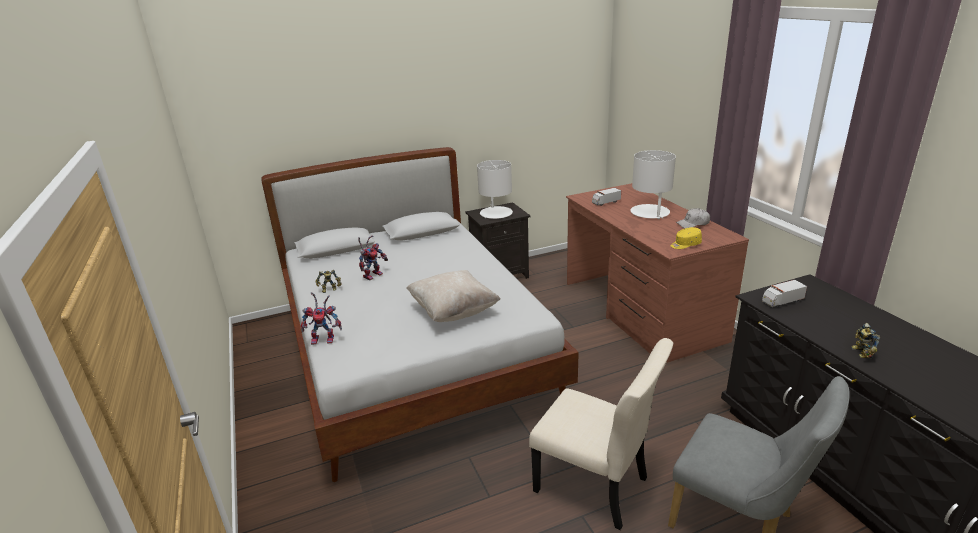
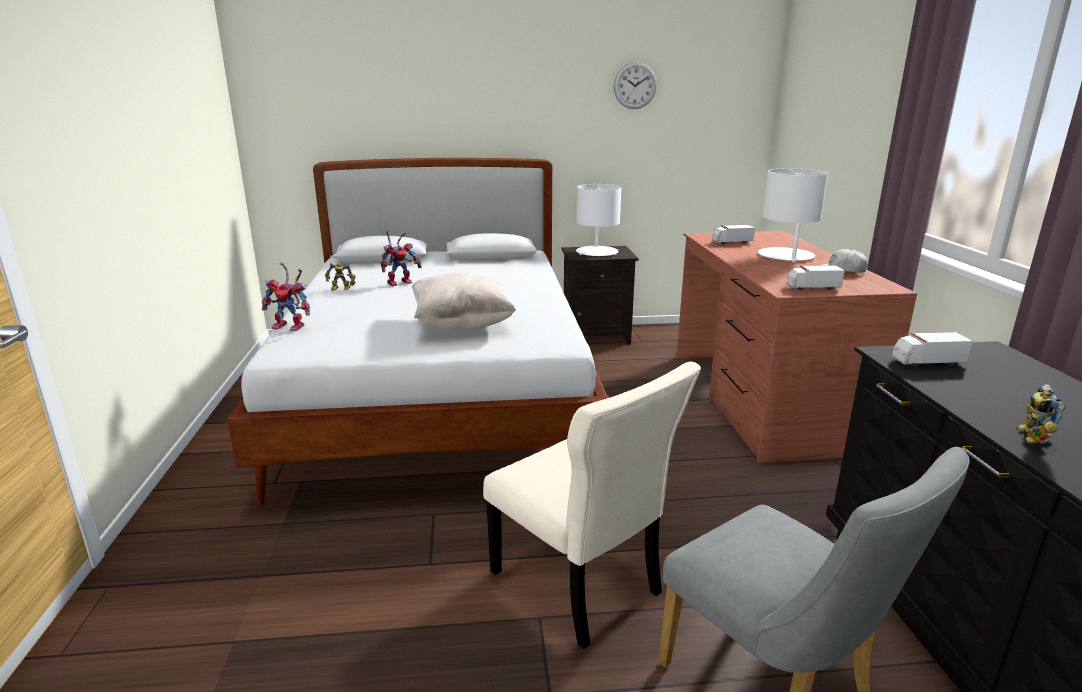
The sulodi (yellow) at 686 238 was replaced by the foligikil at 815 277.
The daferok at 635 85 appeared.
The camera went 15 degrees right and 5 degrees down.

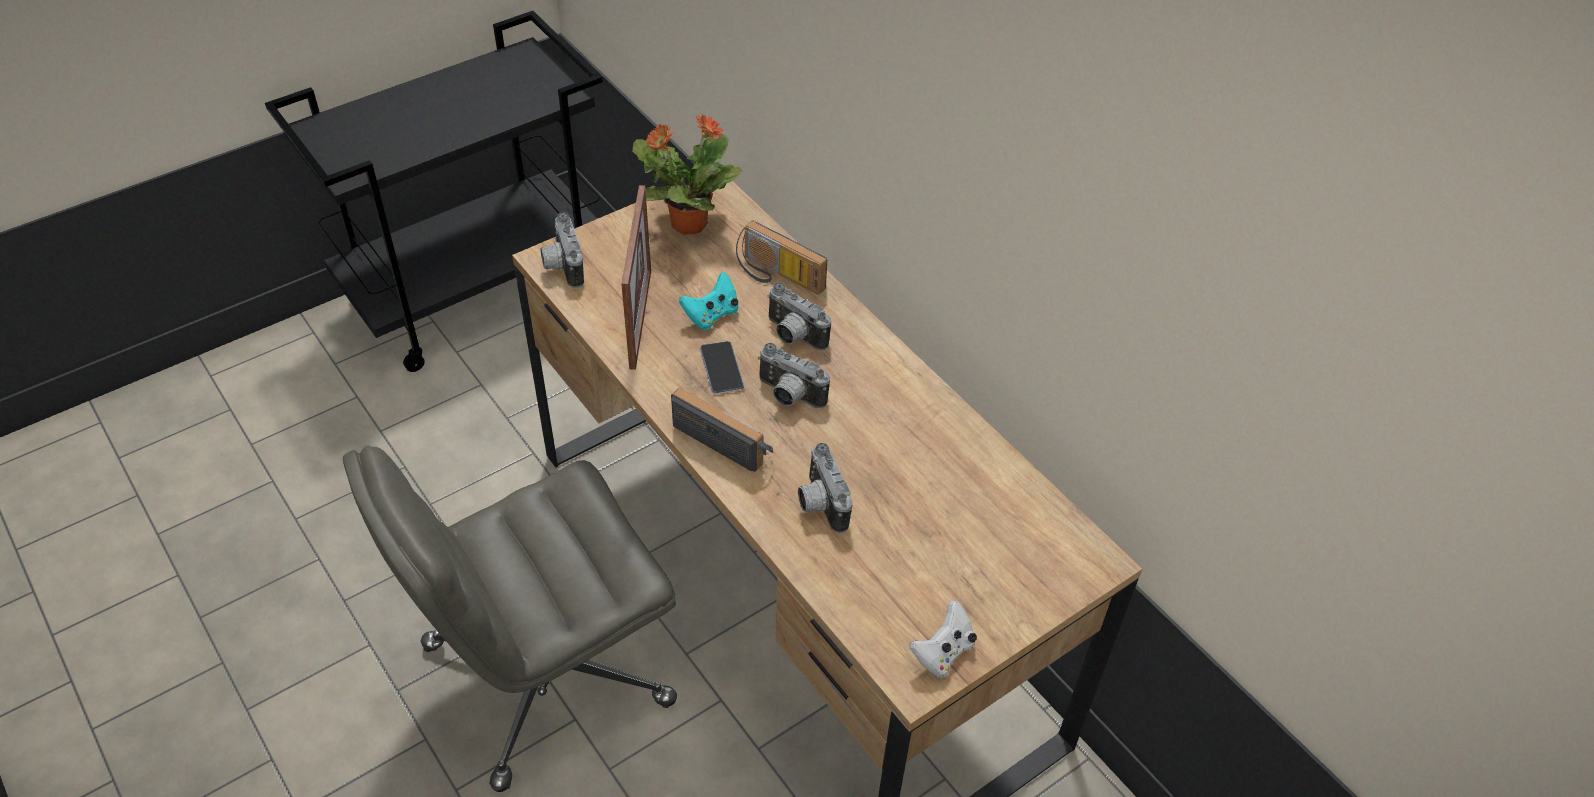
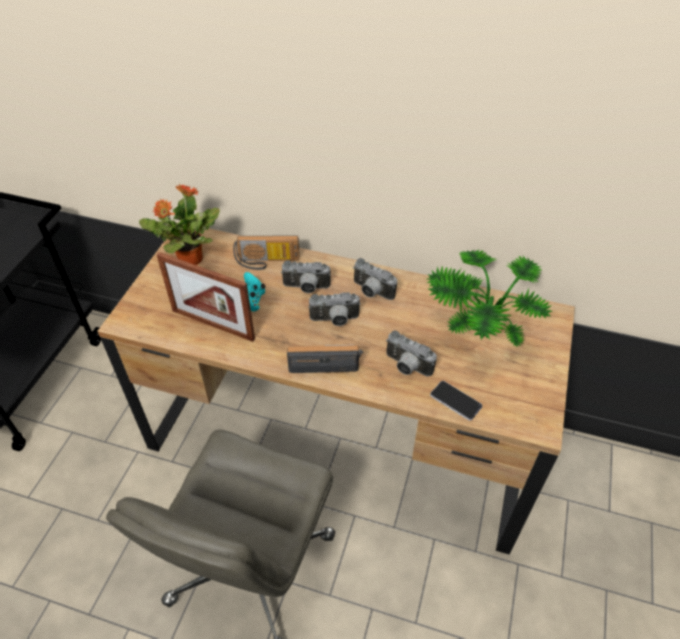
The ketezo moved from 562 250 to 375 279.
The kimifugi at 636 277 turned 150 degrees clockwise.
The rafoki moved from 722 367 to 456 401.
The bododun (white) at 943 639 disappeared.
The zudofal at 489 298 appeared.
The camera went 35 degrees left and 0 degrees up.

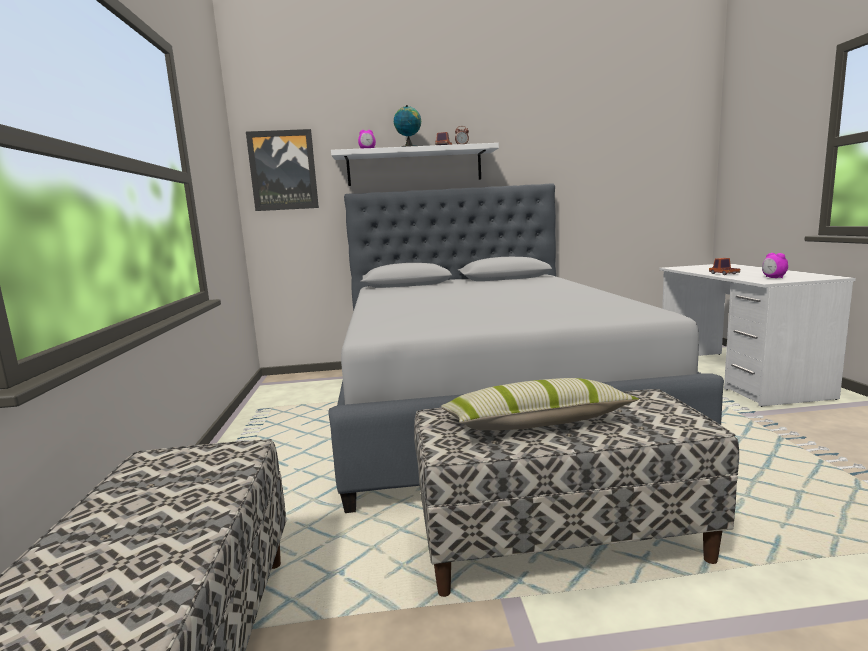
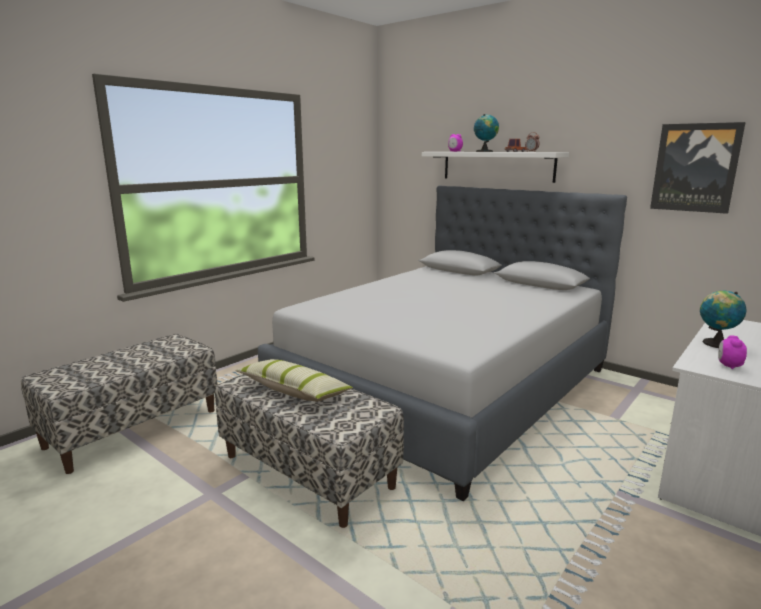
The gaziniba moved from 282 170 to 698 168.
The foligikil at 724 266 was replaced by the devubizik at 723 319.
The camera went 45 degrees right and 5 degrees up.

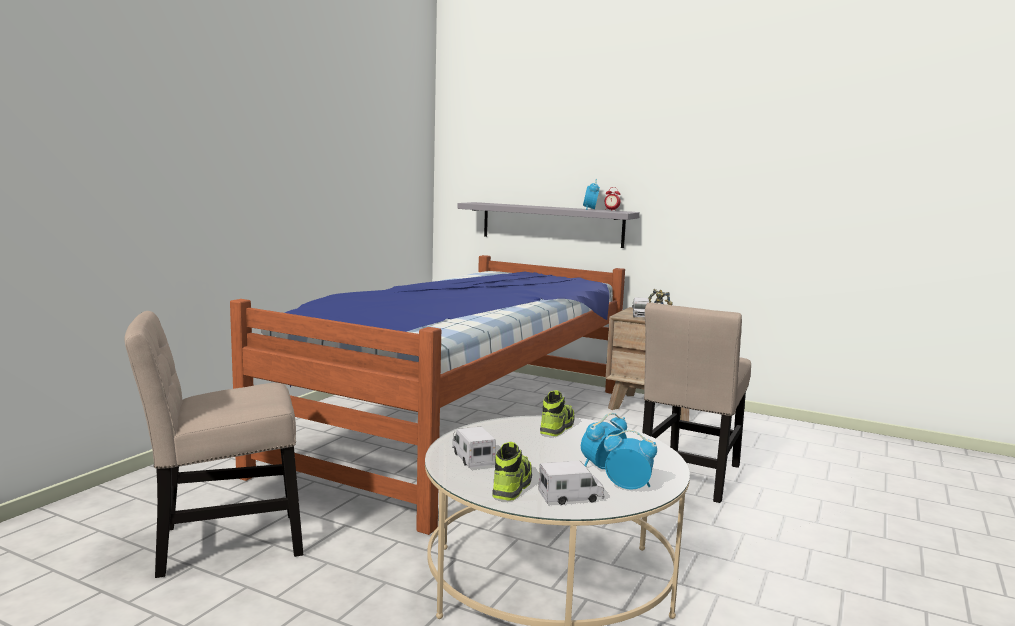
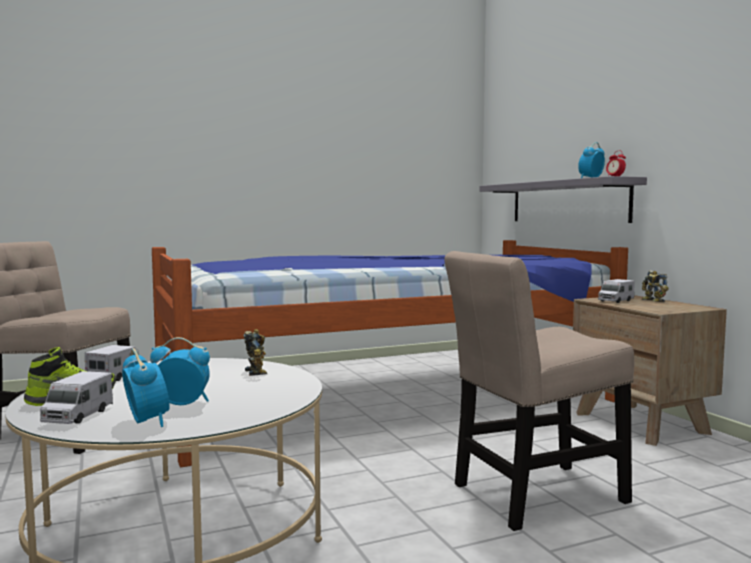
The foligikil at 571 483 turned 75 degrees clockwise.
The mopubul at 557 413 was replaced by the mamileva at 255 352.
The camera went 40 degrees right and 5 degrees down.

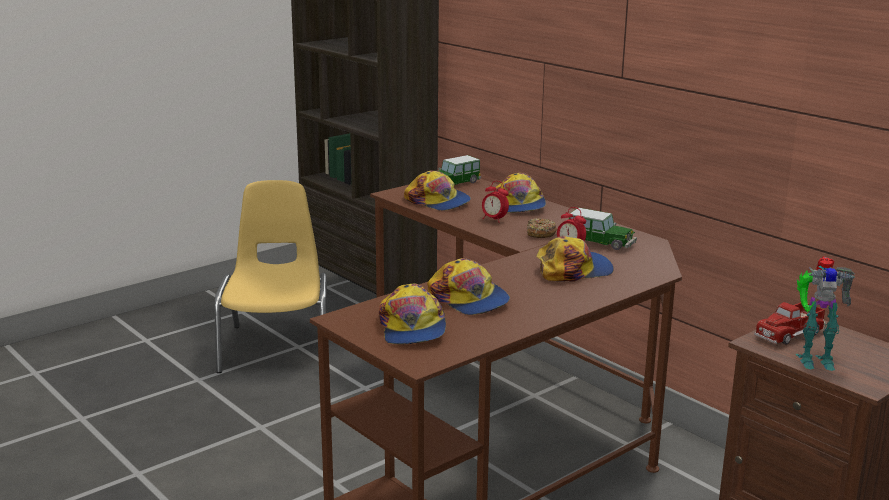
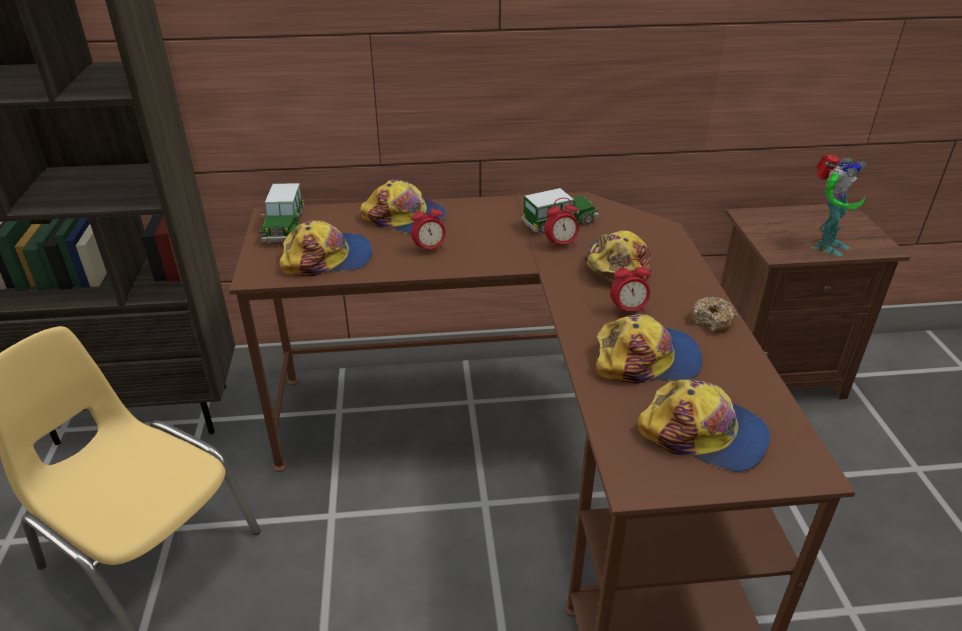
The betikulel moved from 542 228 to 714 314.
The foligikil at 790 323 disappeared.
The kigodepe at 630 287 appeared.
The camera went 55 degrees left and 15 degrees up.

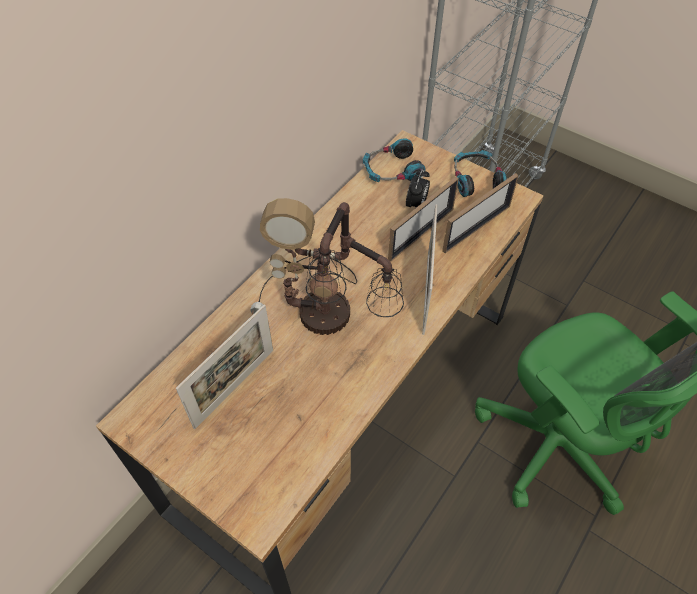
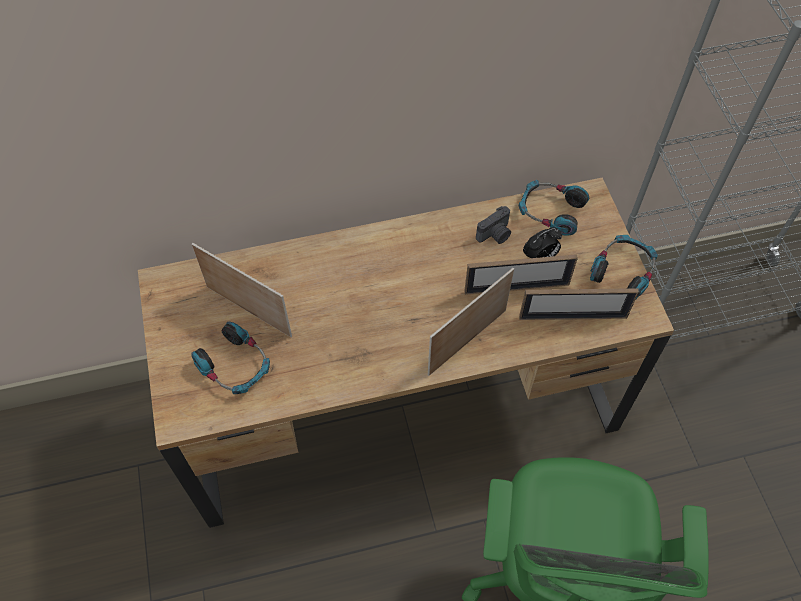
The kimifugi at 224 367 turned 135 degrees counterclockwise.
The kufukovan at 327 266 disappeared.
The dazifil at 230 358 appeared.
The ketezo at 493 225 appeared.
The camera went 40 degrees right and 5 degrees up.

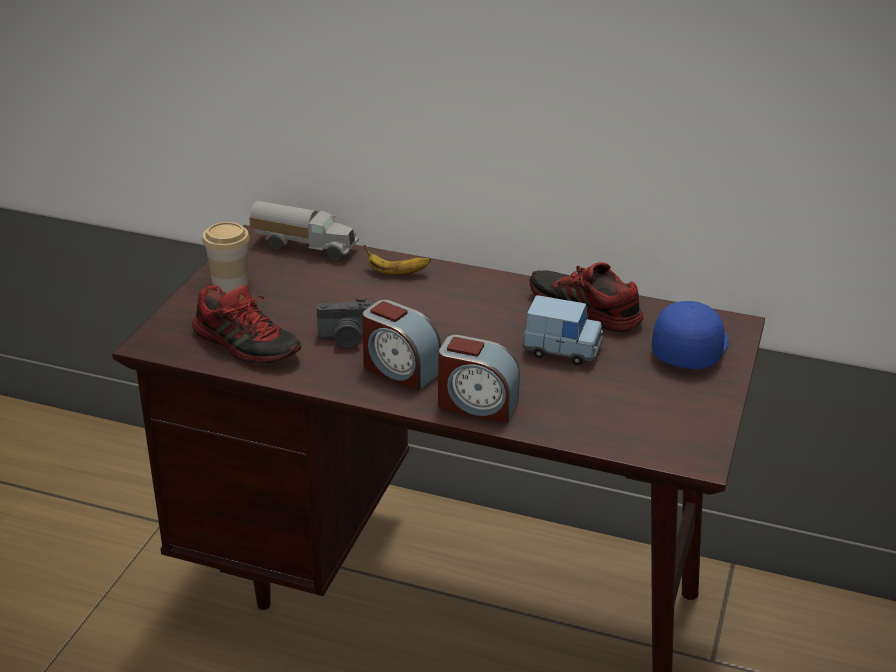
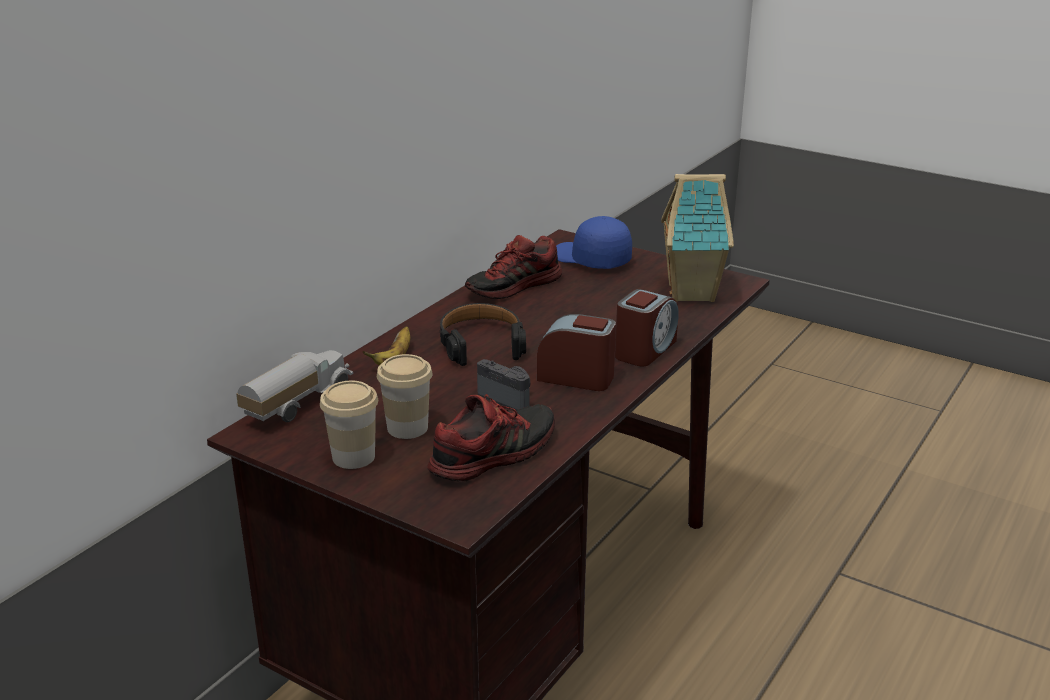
The ketezo at 345 323 turned 60 degrees counterclockwise.
The kigodepe at 401 345 turned 120 degrees counterclockwise.
The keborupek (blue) at 563 330 disappeared.
The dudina at 405 396 appeared.
The dazifil (black) at 483 334 appeared.
The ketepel at 697 238 appeared.
The camera went 75 degrees left and 5 degrees down.

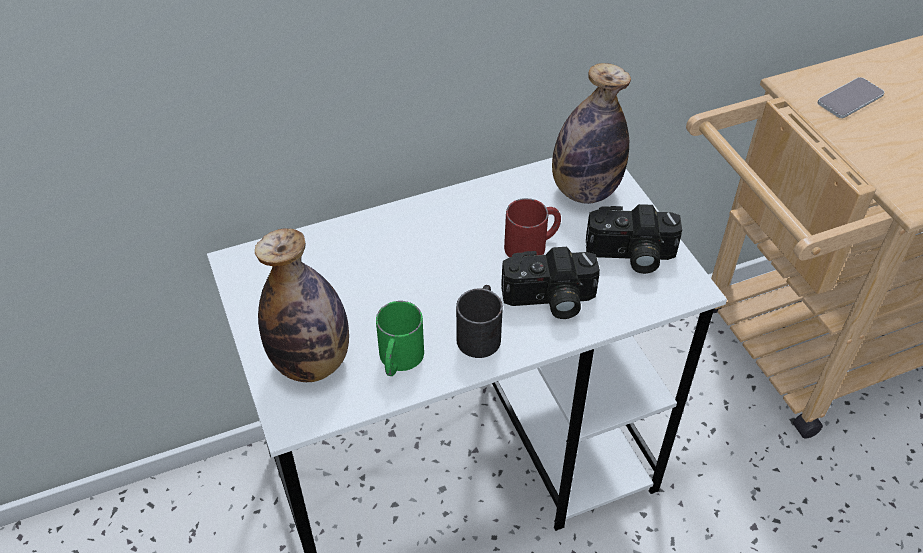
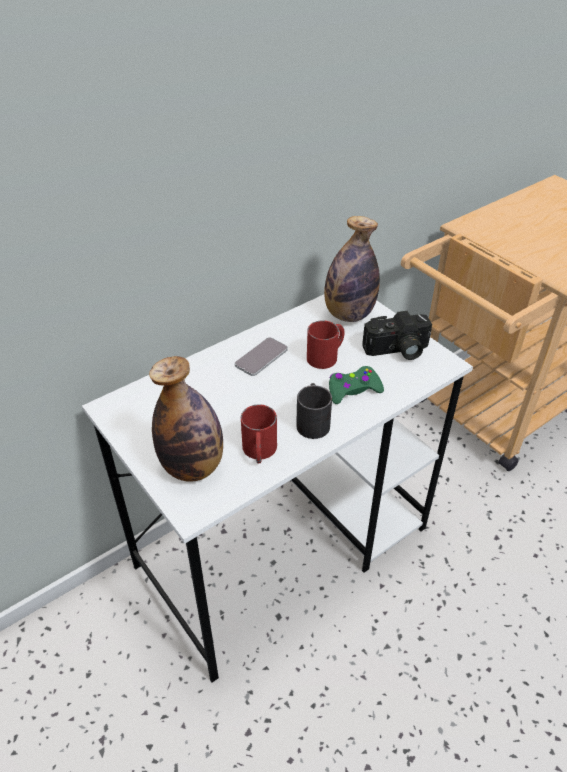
The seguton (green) at 400 338 became the seguton (red) at 259 433.
The ketezo at 550 283 was replaced by the bododun (green) at 356 385.
The rafoki moved from 851 97 to 261 356.
The camera went 15 degrees left and 5 degrees down.

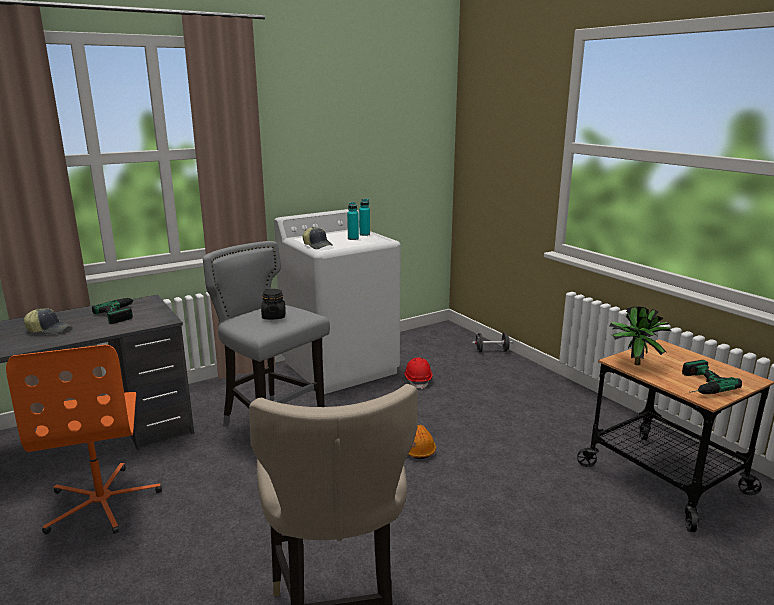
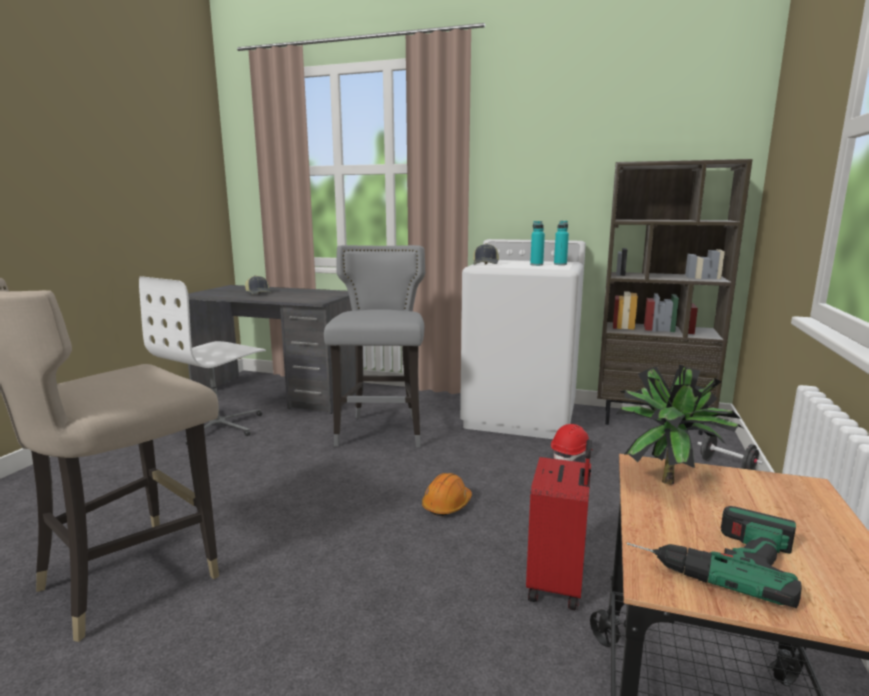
The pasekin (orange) at 84 439 became the pasekin (white) at 202 360.
The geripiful at 116 311 disappeared.
The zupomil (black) at 273 304 disappeared.
The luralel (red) at 559 524 appeared.
The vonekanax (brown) at 675 297 appeared.
The camera went 50 degrees right and 5 degrees down.

